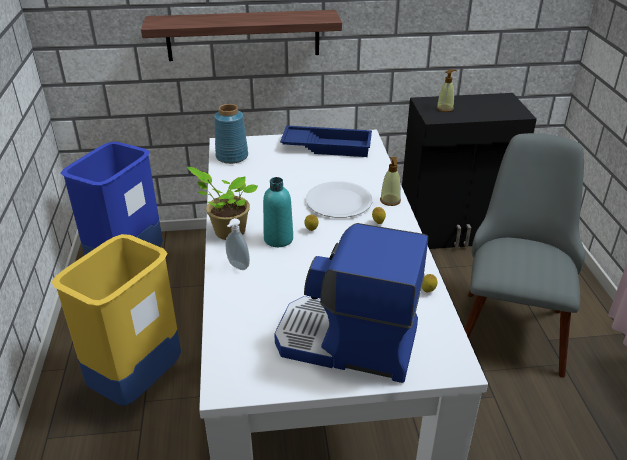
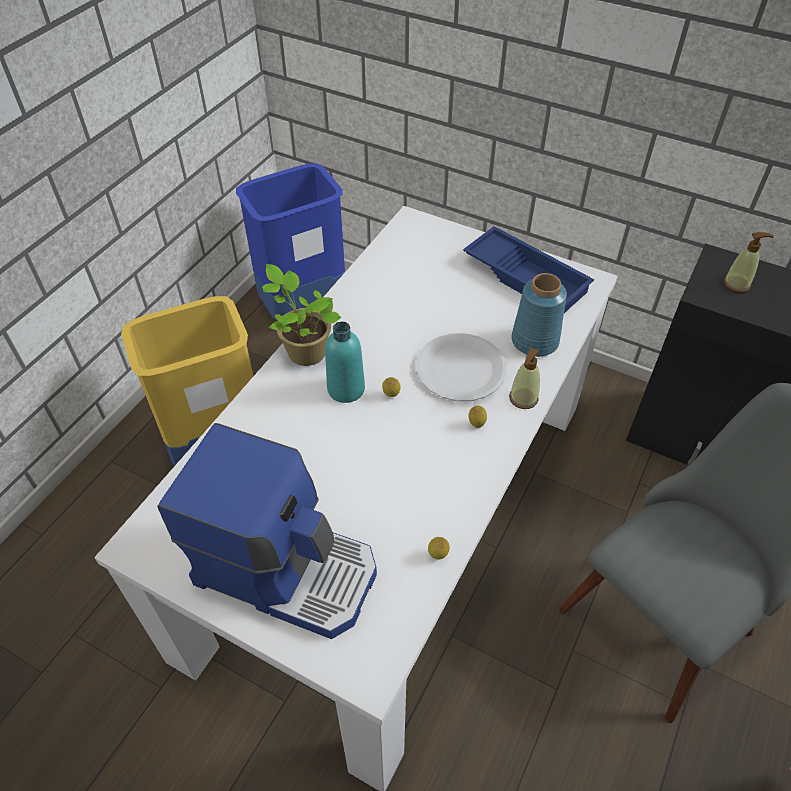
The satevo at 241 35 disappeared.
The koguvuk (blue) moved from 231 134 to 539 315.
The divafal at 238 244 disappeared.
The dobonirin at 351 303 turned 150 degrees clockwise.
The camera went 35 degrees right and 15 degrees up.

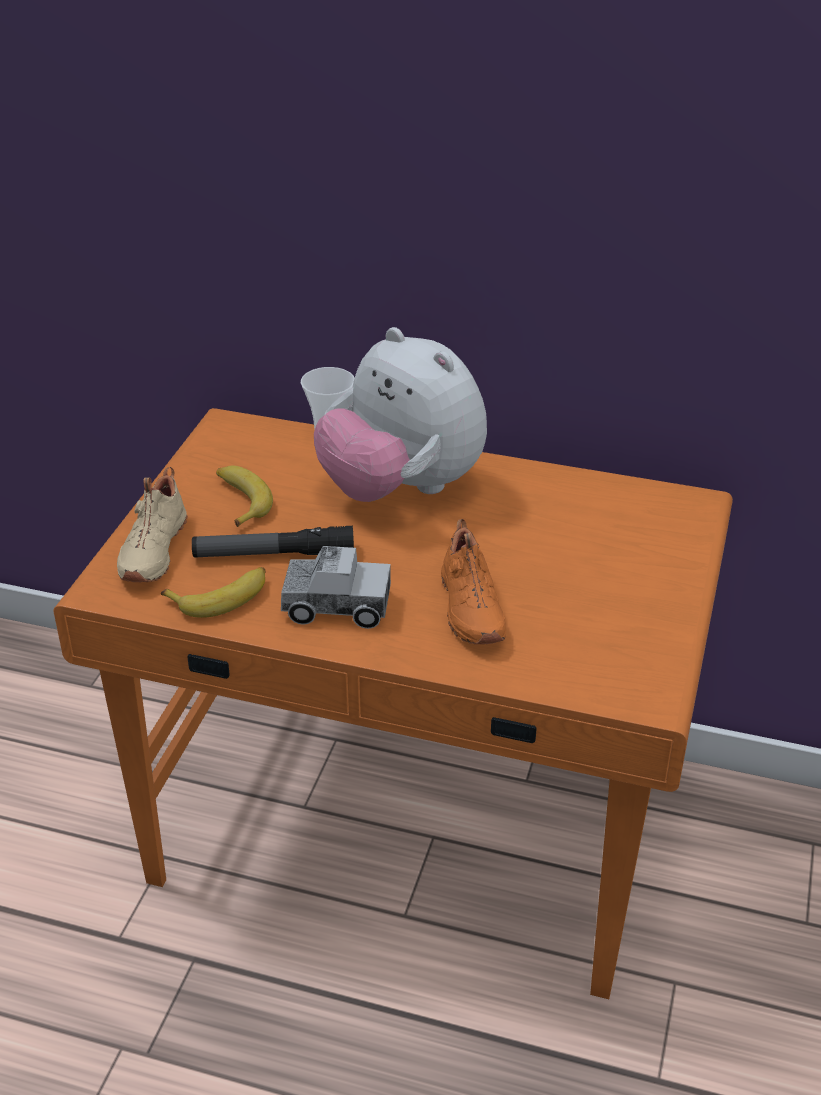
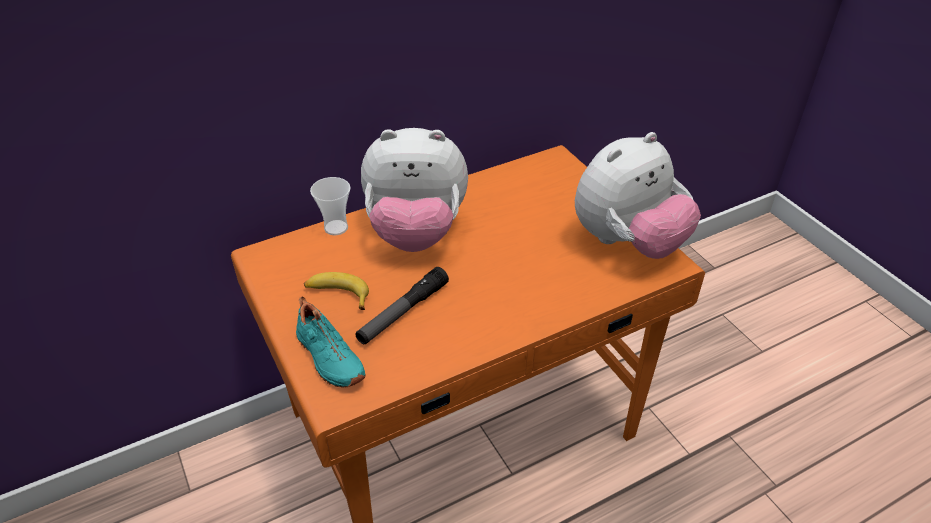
The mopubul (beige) at 152 524 became the mopubul (turquoise) at 331 342.
The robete at 213 592 disappeared.
The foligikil at 336 587 disappeared.
The mopubul (orange) at 473 581 disappeared.
The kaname at 638 195 appeared.
The camera went 45 degrees left and 5 degrees up.

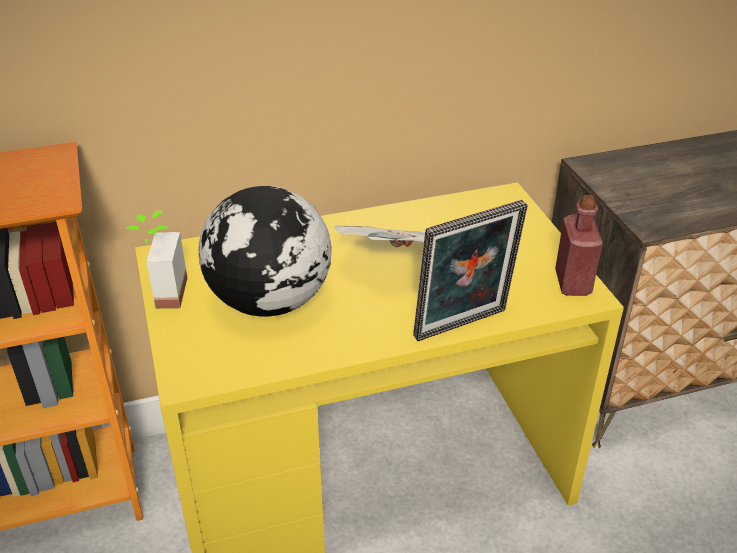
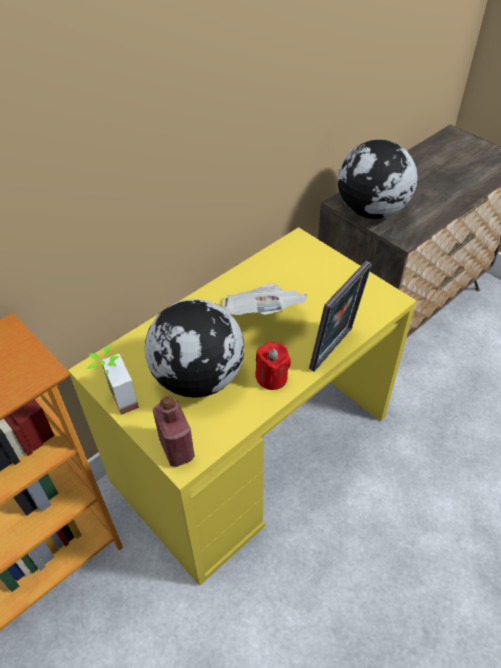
The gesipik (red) moved from 579 245 to 174 431.
The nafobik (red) at 273 366 appeared.
The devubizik at 377 179 appeared.
The camera went 25 degrees left and 10 degrees up.

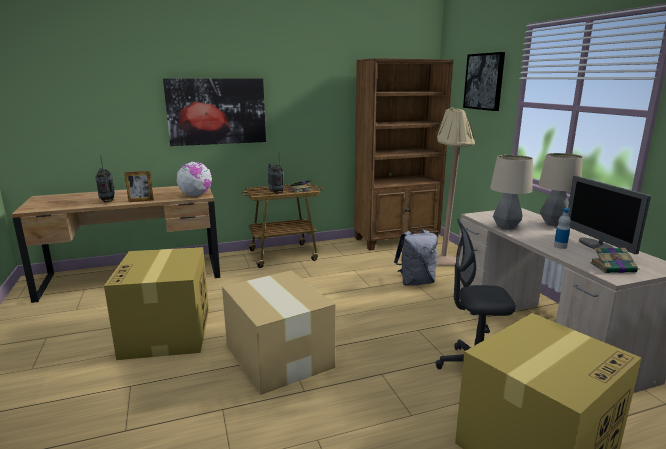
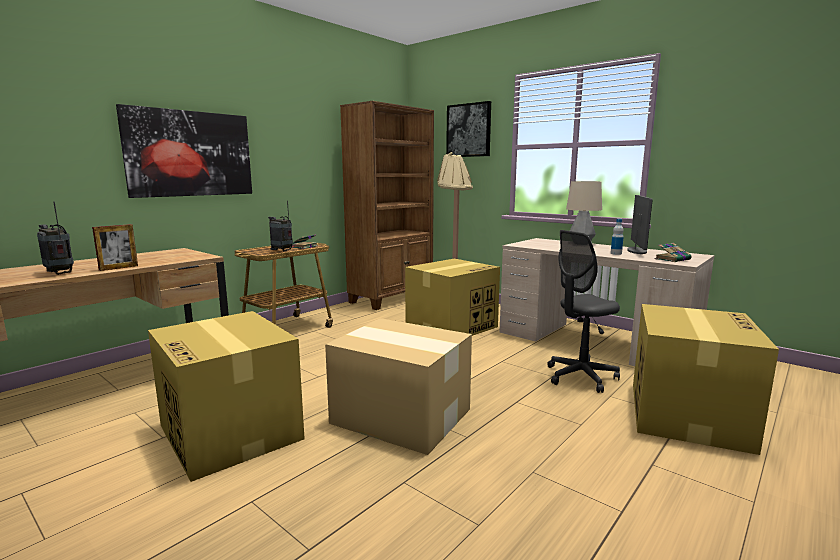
The devubizik at 194 179 disappeared.
The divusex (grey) at 416 258 was replaced by the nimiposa at 452 297.
The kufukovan at 511 192 disappeared.
The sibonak at 609 215 turned 120 degrees counterclockwise.
The camera went 30 degrees left and 5 degrees down.

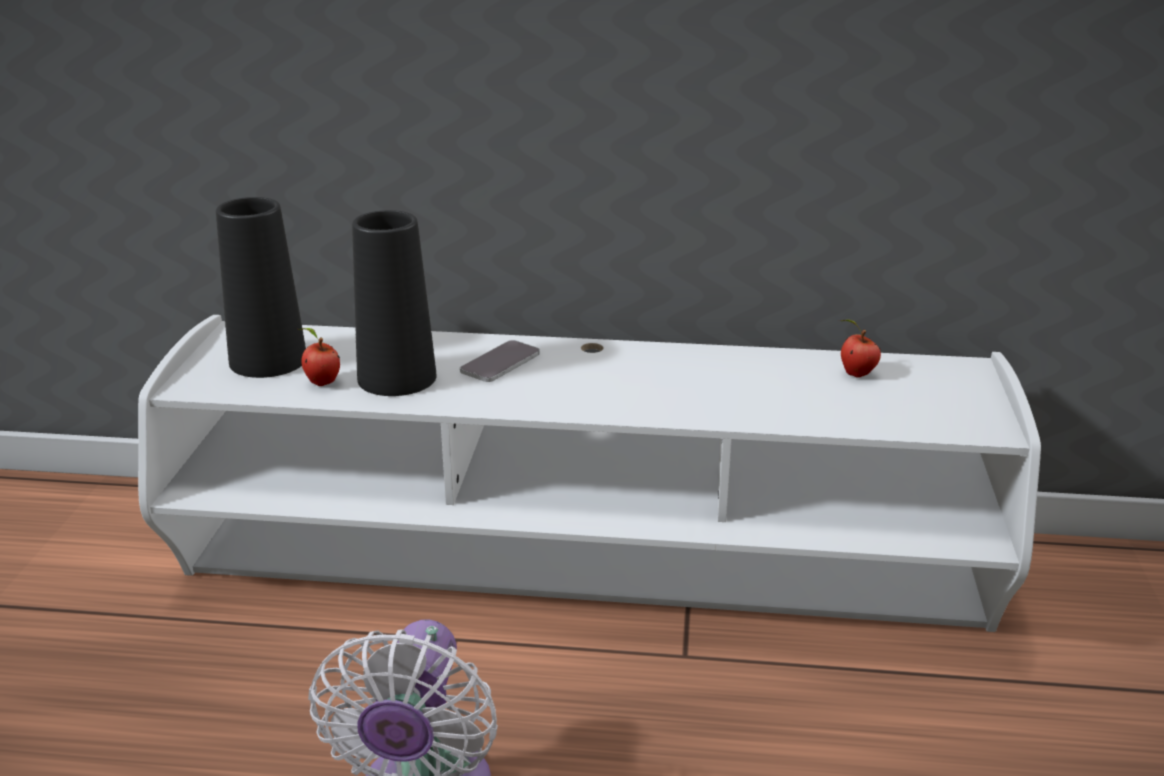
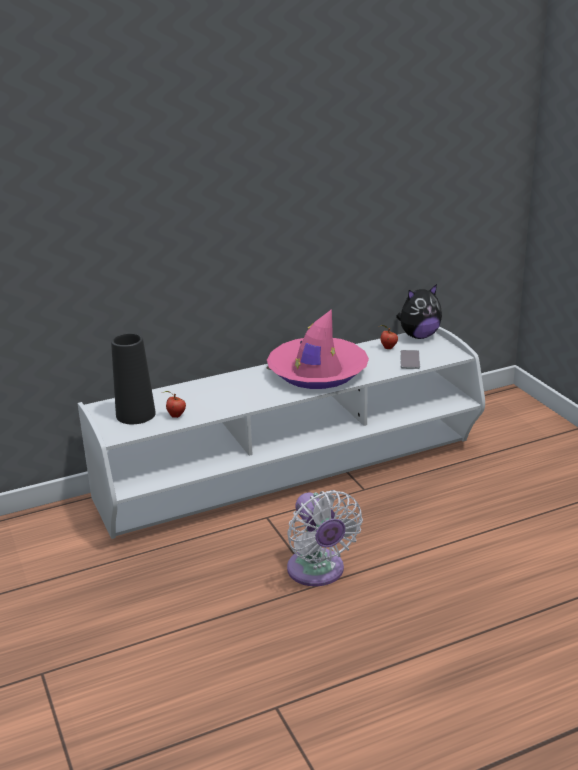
The koguvuk (black) at 394 303 disappeared.
The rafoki moved from 500 361 to 410 359.
The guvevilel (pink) at 318 349 appeared.
The kaname at 419 311 appeared.
The camera went 30 degrees left and 0 degrees up.

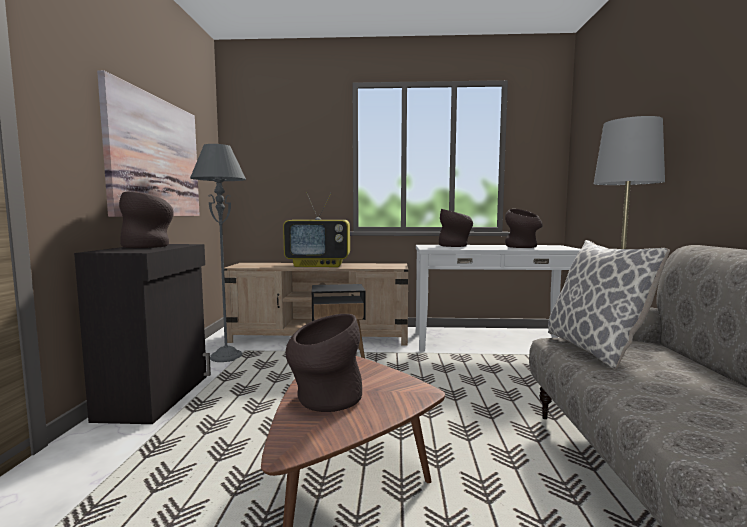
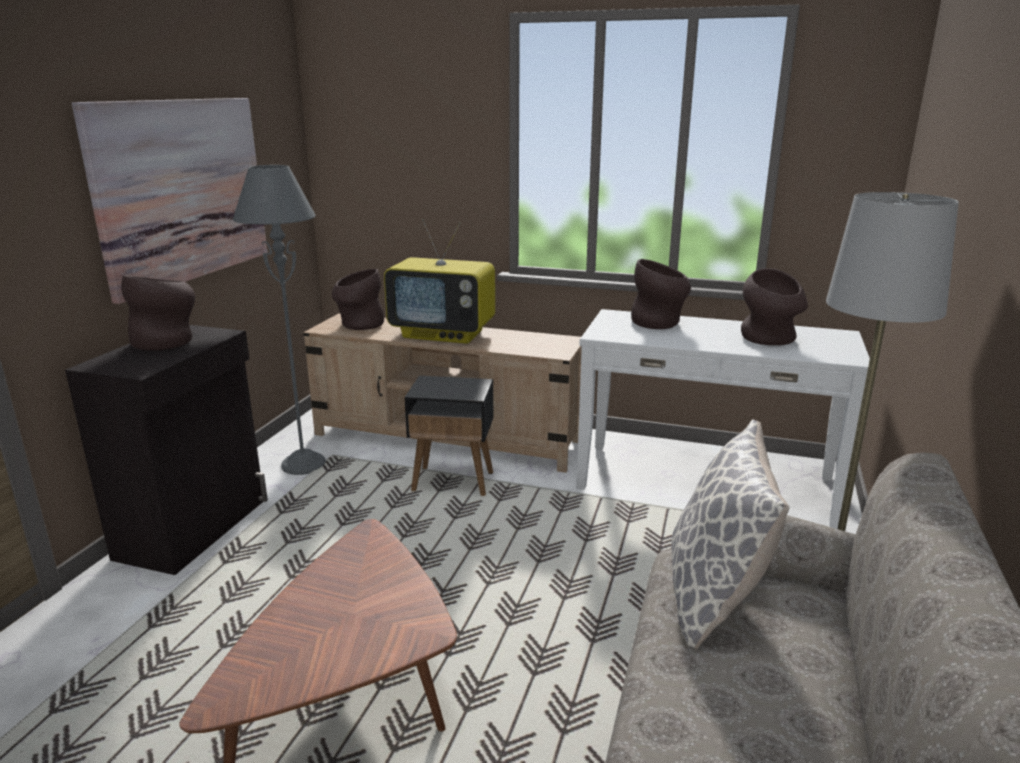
The koguvuk (brown) moved from 324 363 to 358 299.
The camera went 15 degrees right and 15 degrees up.

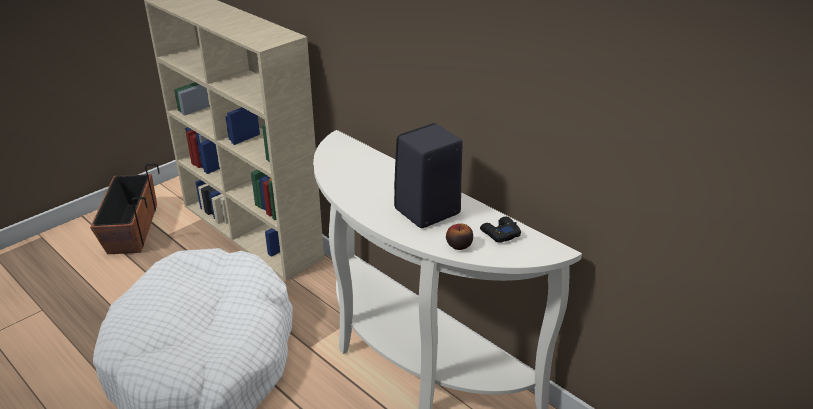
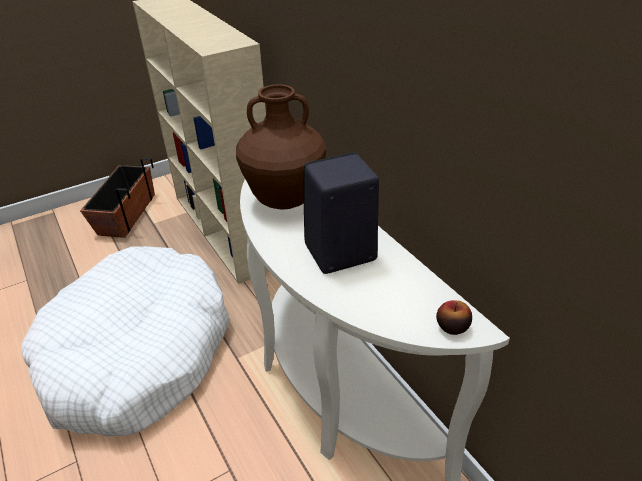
The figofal moved from 459 236 to 454 317.
The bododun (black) at 500 230 disappeared.
The koguvuk (brown) at 281 147 appeared.
The camera went 15 degrees right and 5 degrees up.

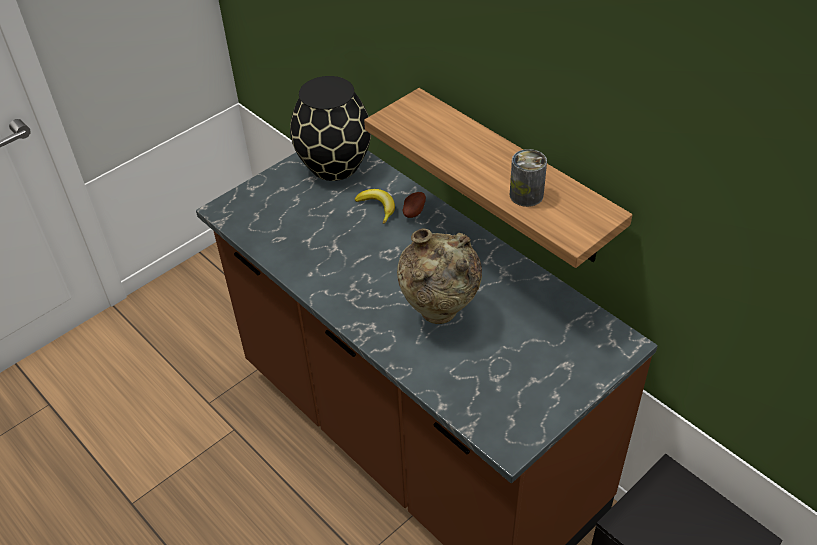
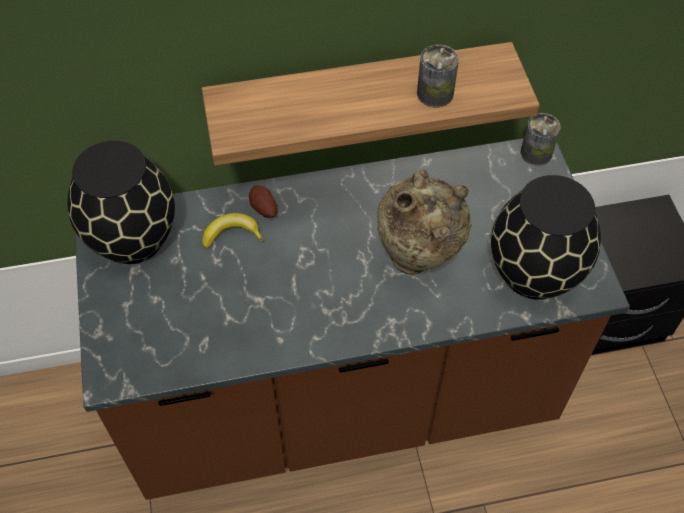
The koguvuk (black) at 546 237 appeared.
The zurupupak at 541 139 appeared.
The camera went 60 degrees left and 10 degrees up.

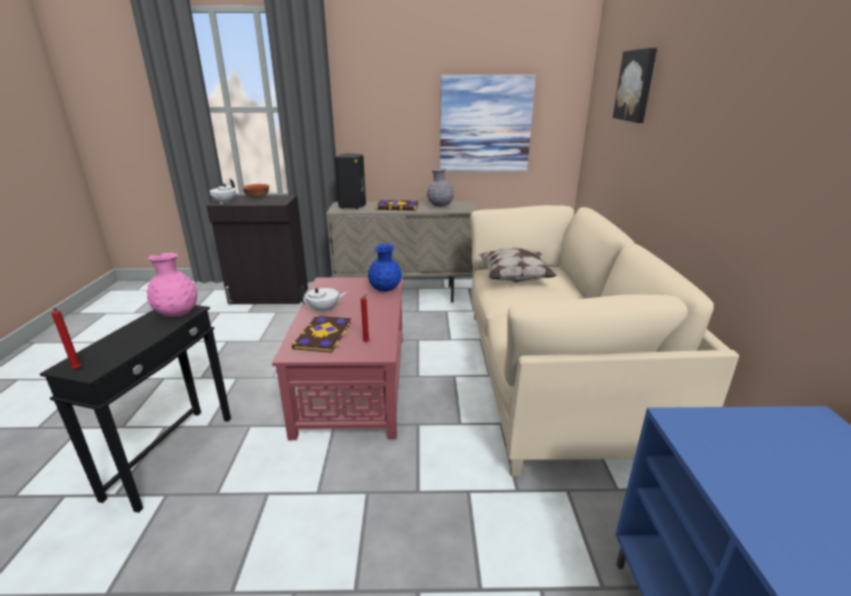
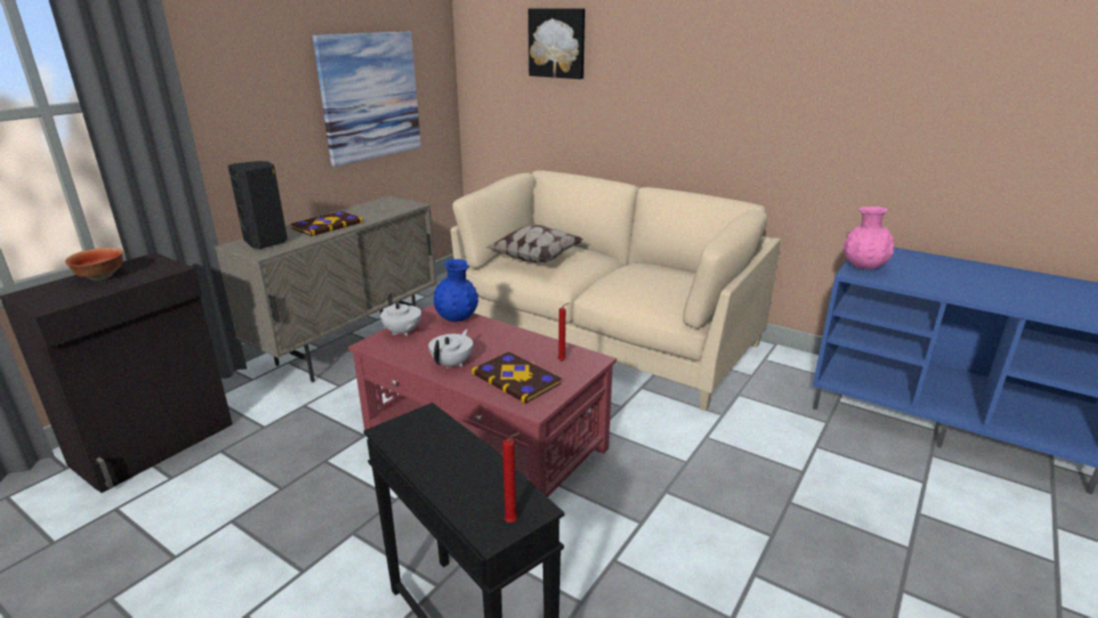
The koguvuk (pink) moved from 171 285 to 868 237.
The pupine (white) moved from 222 191 to 400 314.
The koguvuk (grey) at 440 188 disappeared.
The camera went 55 degrees left and 0 degrees up.

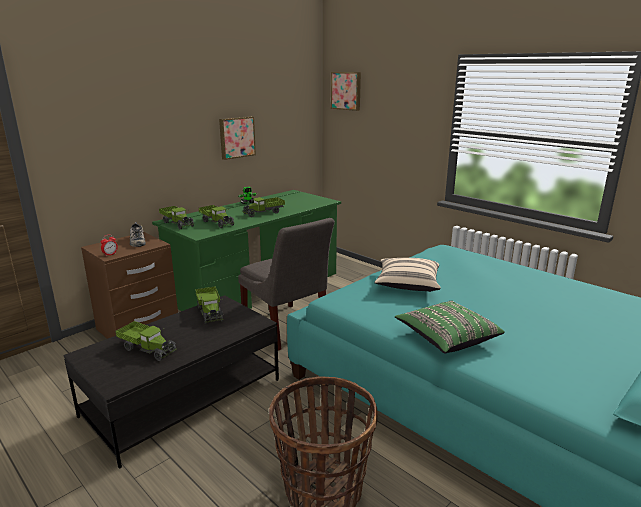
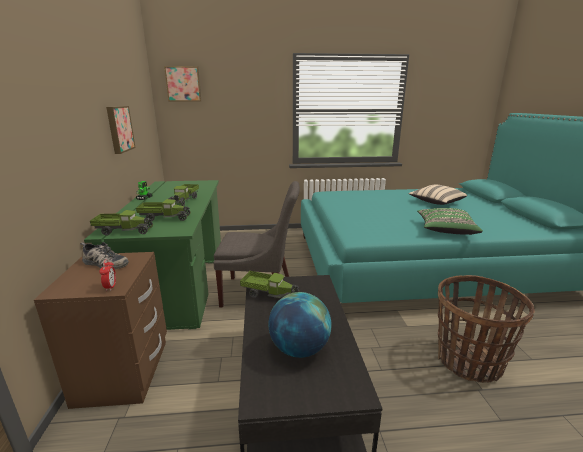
The foligikil at 146 341 was replaced by the devubizik at 300 325.
The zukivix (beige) moved from 407 275 to 437 195.
The camera went 50 degrees left and 0 degrees up.

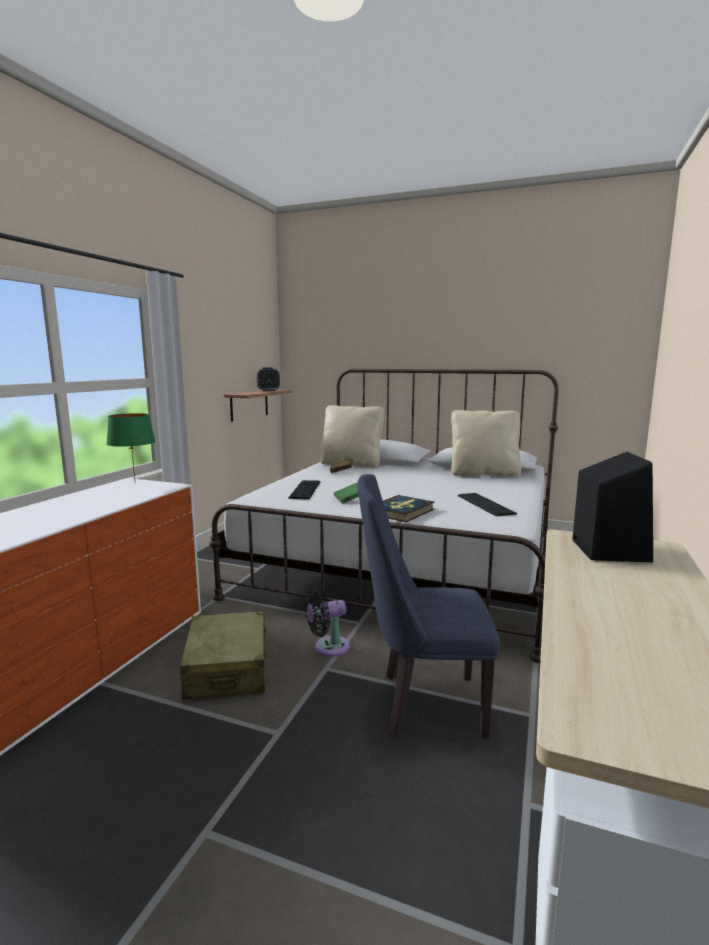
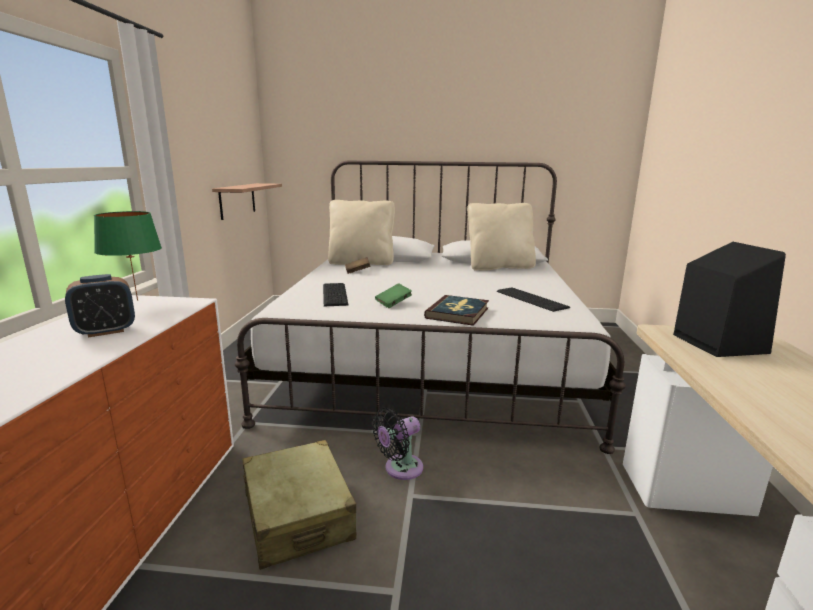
The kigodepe moved from 268 379 to 100 306.
The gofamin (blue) at 429 606 disappeared.
The camera went 15 degrees left and 5 degrees up.

